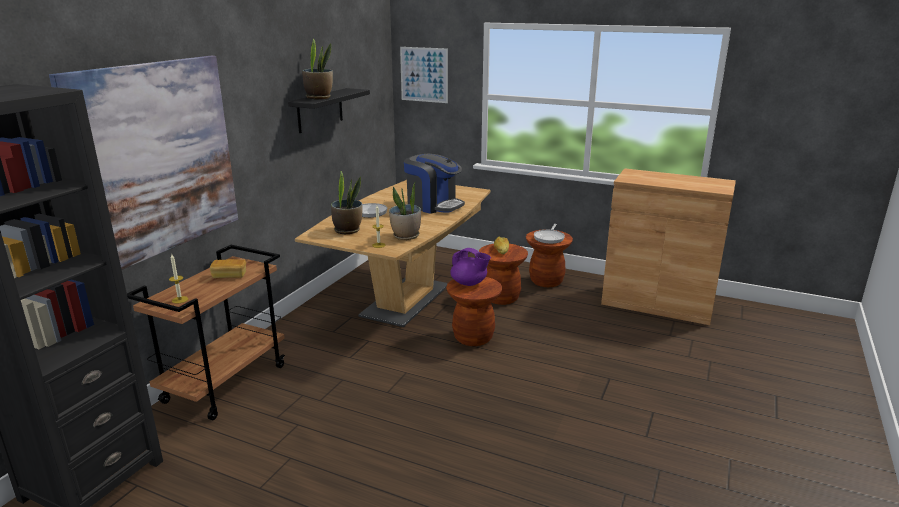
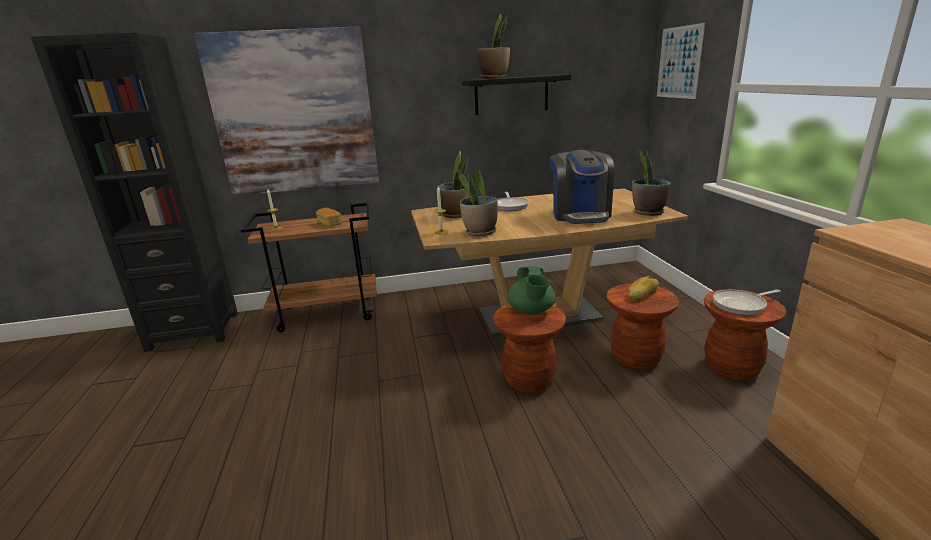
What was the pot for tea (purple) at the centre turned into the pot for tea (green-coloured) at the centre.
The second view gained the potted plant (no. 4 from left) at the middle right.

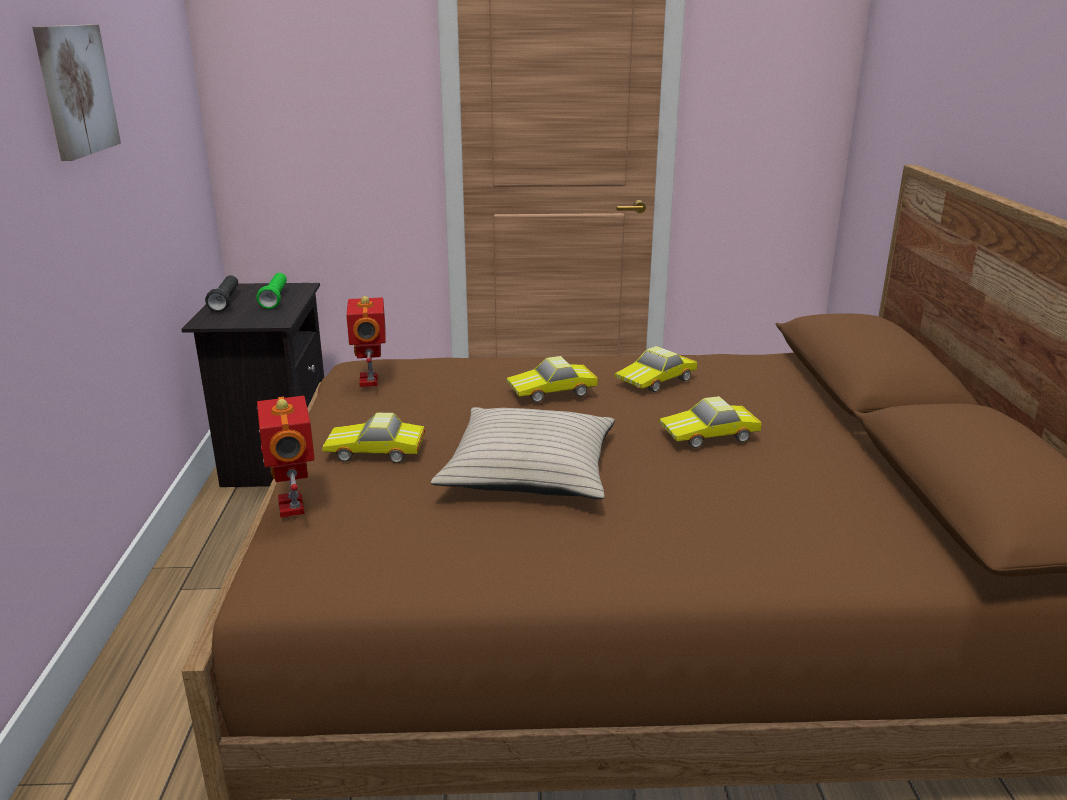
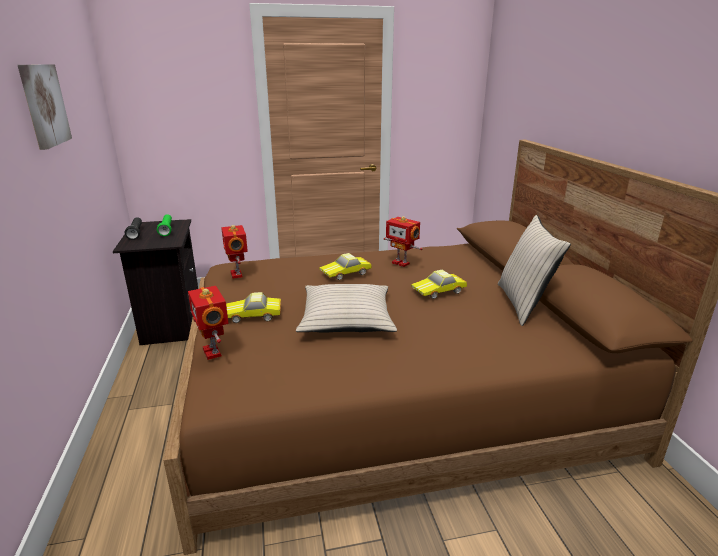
Where the miniature car (no. 3 from left) stood at the centre, the robot figure (no. 3 from left) came to stand at the centre.
The second view gained the pillow (sand-coloured) (no. 2 from left) at the middle right.

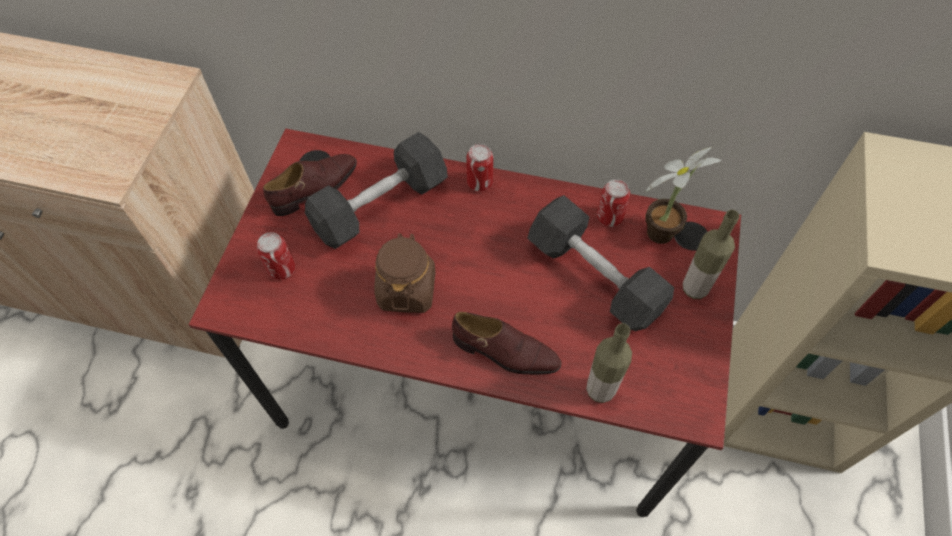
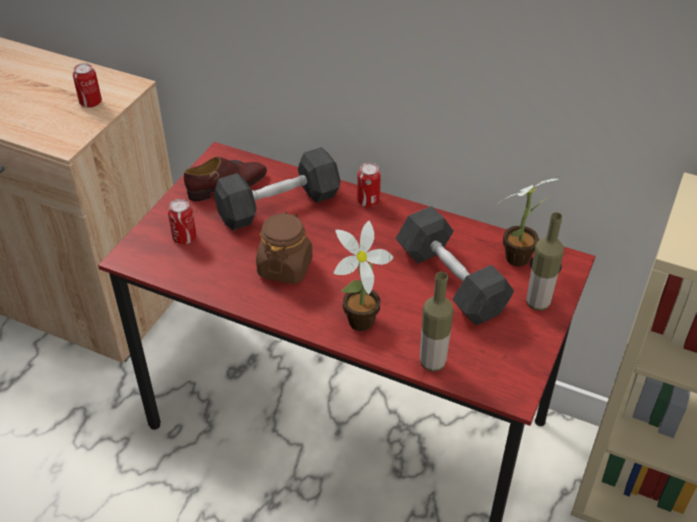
Where the item of footwear (brown) (no. 2 from left) stood at the centre, the potted plant (no. 1 from left) came to stand at the centre.
The metal can (no. 3 from left in the first image) ended up elsewhere, having gone from the centre to the top left.

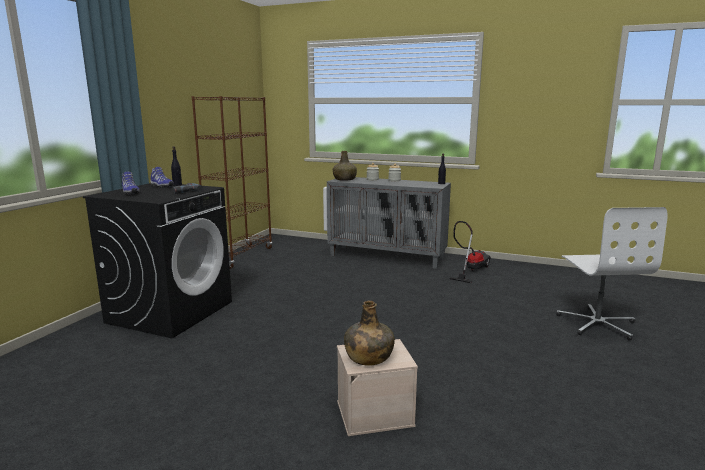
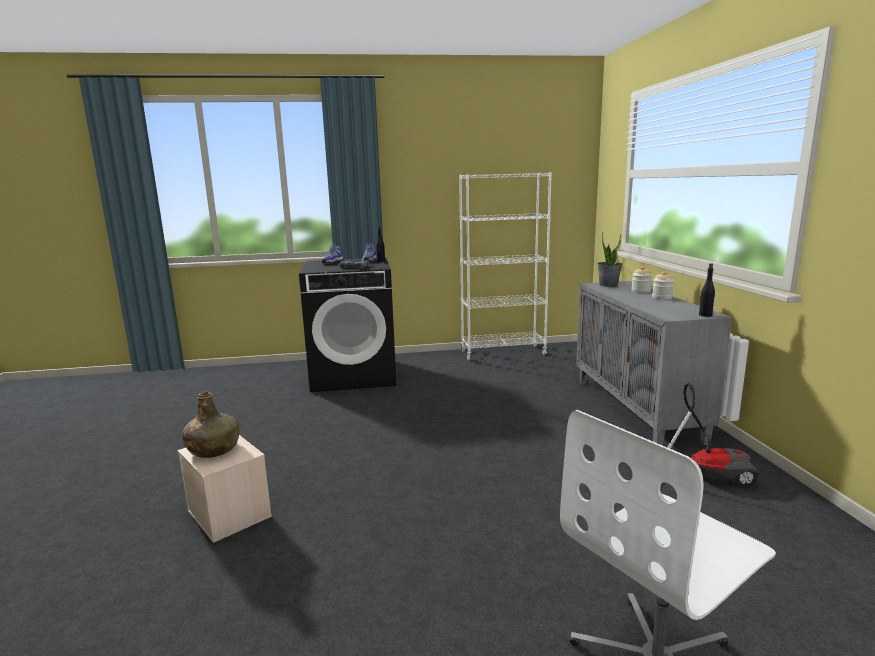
What was the bookshelf (brown) at the middle left turned into the bookshelf (white) at the centre.
Where the bottle (green-coloured) (no. 1 from left) stood at the centre, the potted plant came to stand at the middle right.

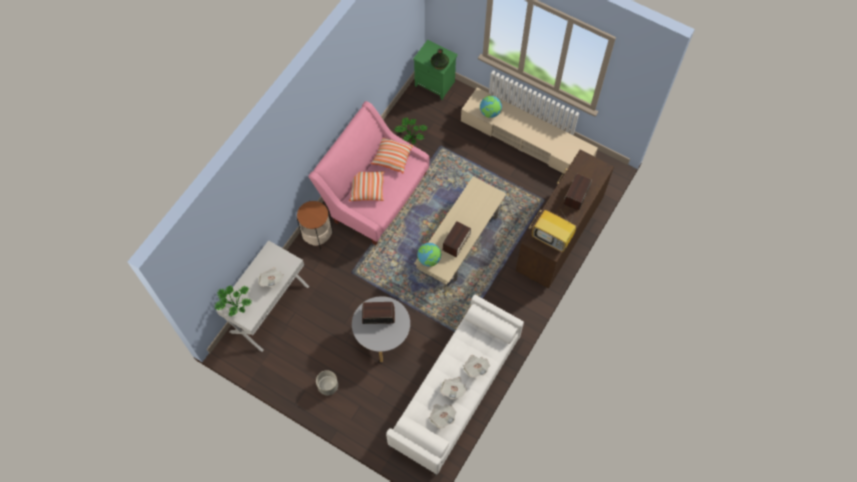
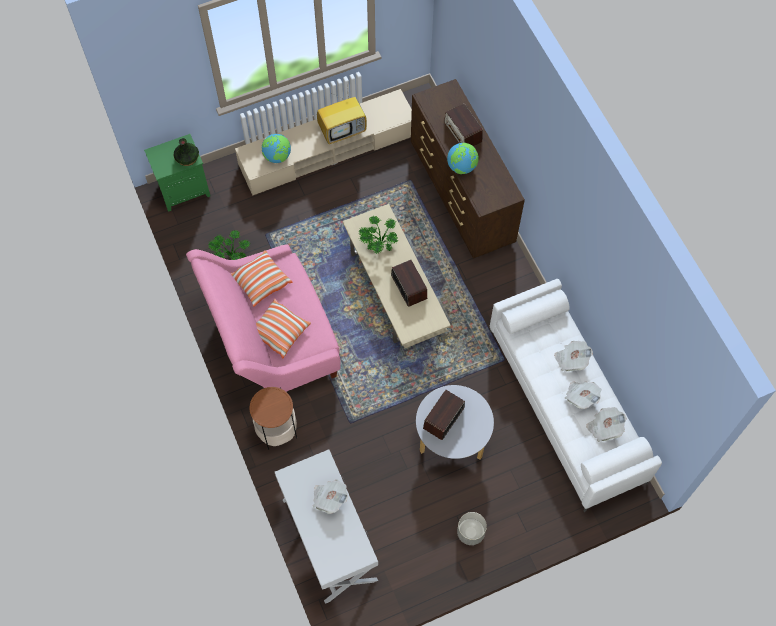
The potted plant (no. 1 from left in the first image) ended up elsewhere, having gone from the middle left to the centre.
The world globe (no. 1 from left in the first image) ended up elsewhere, having gone from the centre to the top centre.
The TV set ended up elsewhere, having gone from the centre to the top centre.

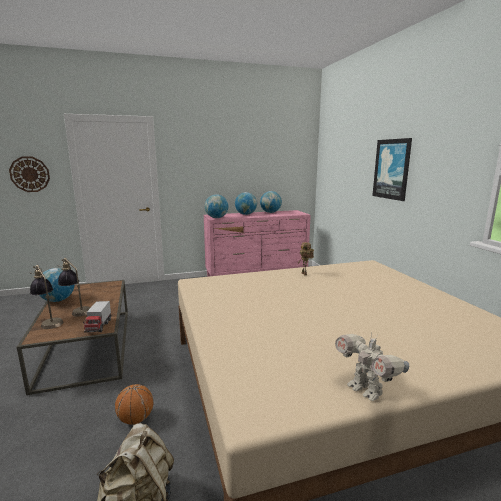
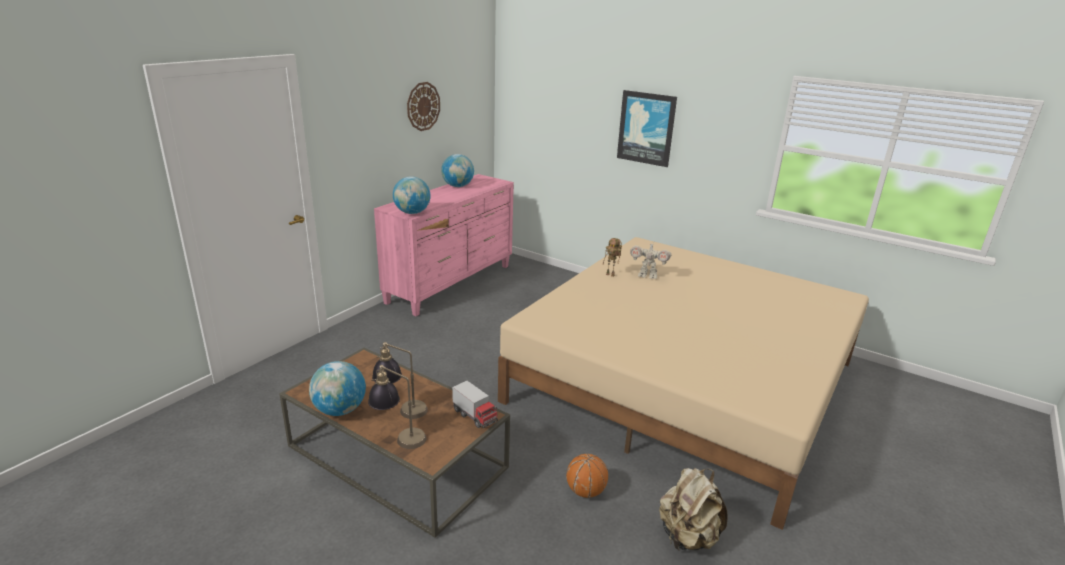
The hanging clock ended up elsewhere, having gone from the middle left to the top centre.
The second view lost the world globe (no. 3 from left) at the centre.
The robot figure (no. 2 from left) ended up elsewhere, having gone from the bottom right to the centre.

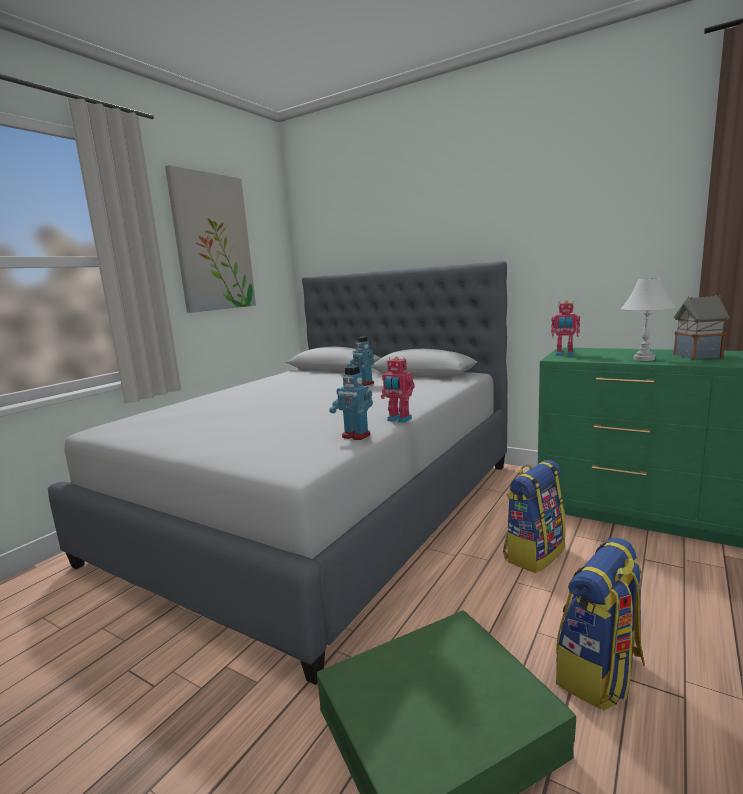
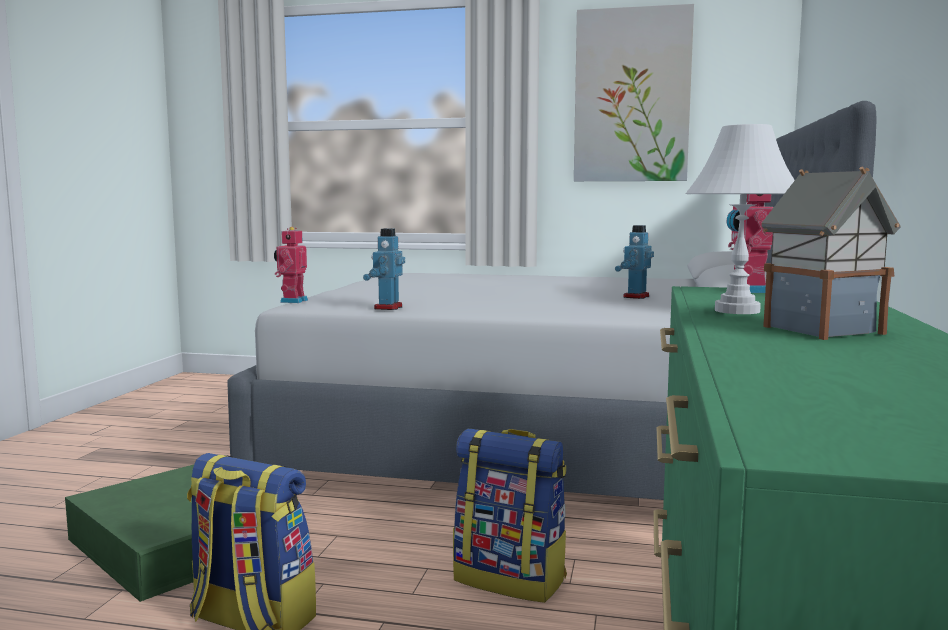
The robot figure (no. 3 from left in the first image) ended up elsewhere, having gone from the centre to the middle left.

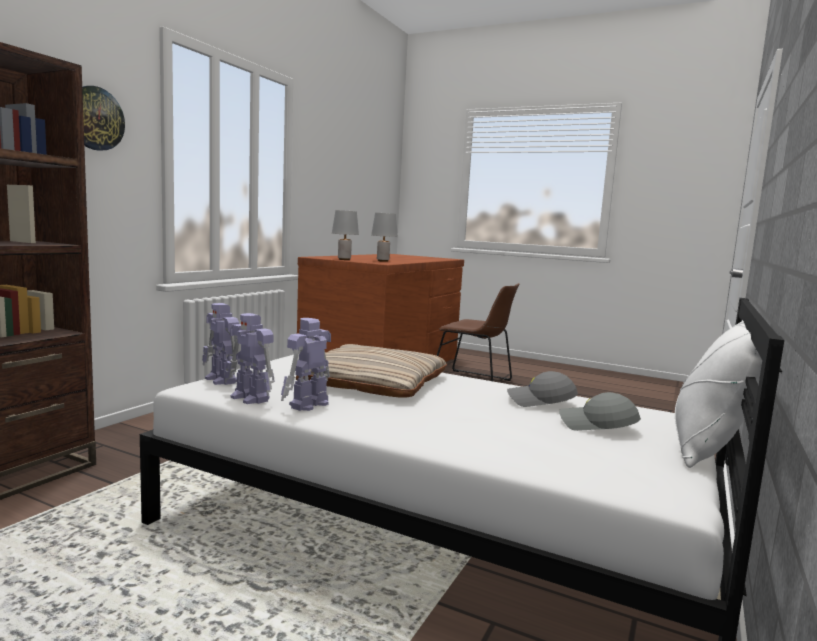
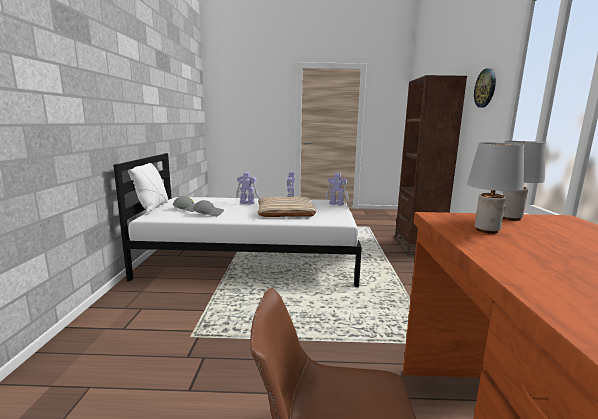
The robot figure (no. 2 from left in the first image) ended up elsewhere, having gone from the middle left to the centre.

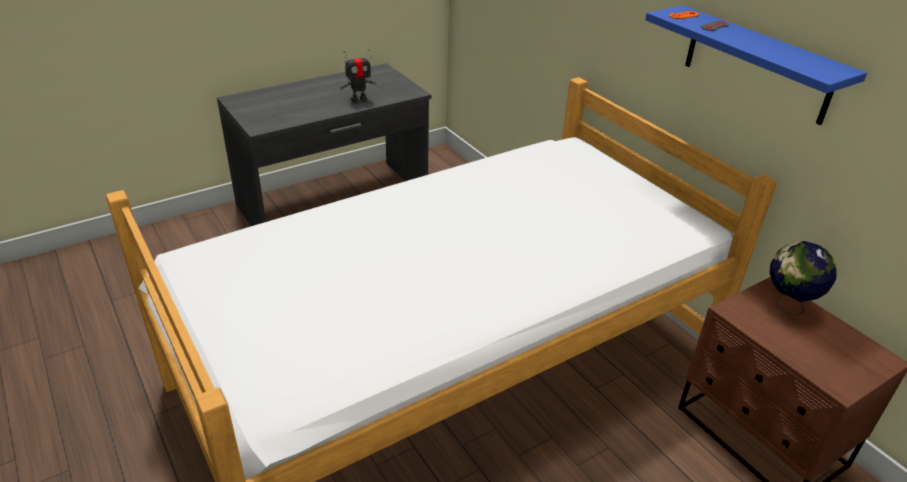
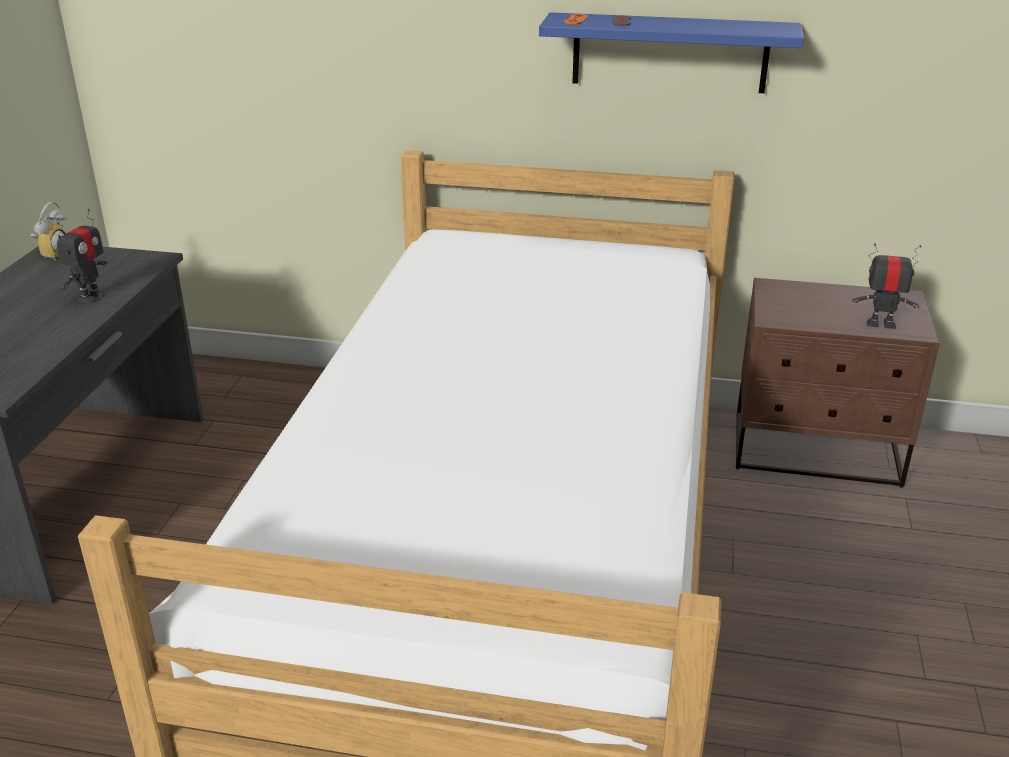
The second view lost the world globe at the middle right.
The second view gained the table clock at the top left.
The second view gained the robot figure (no. 2 from left) at the middle right.

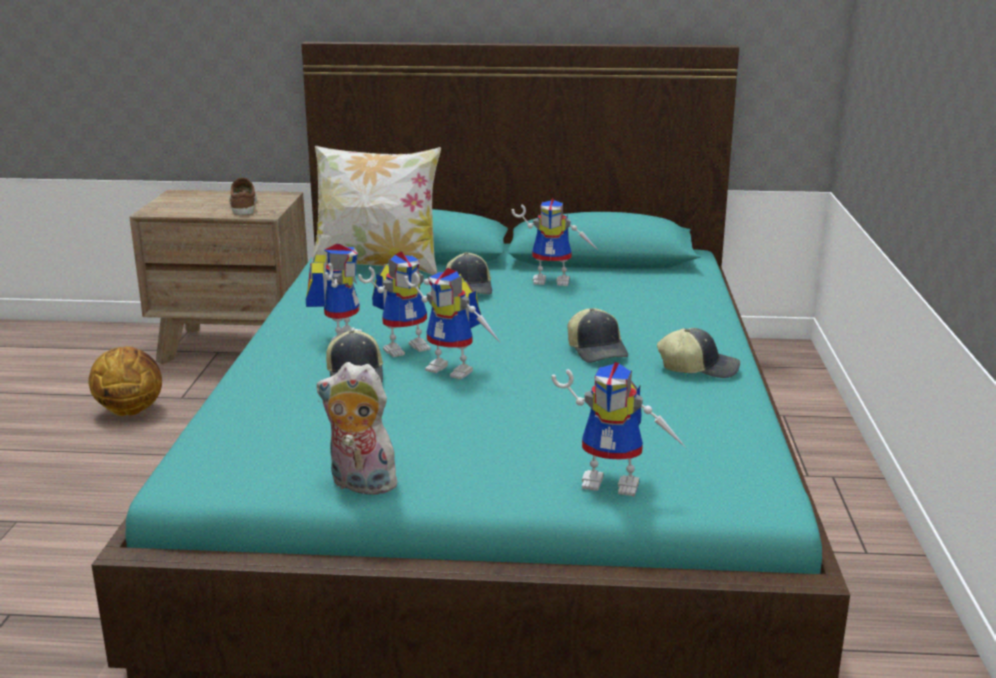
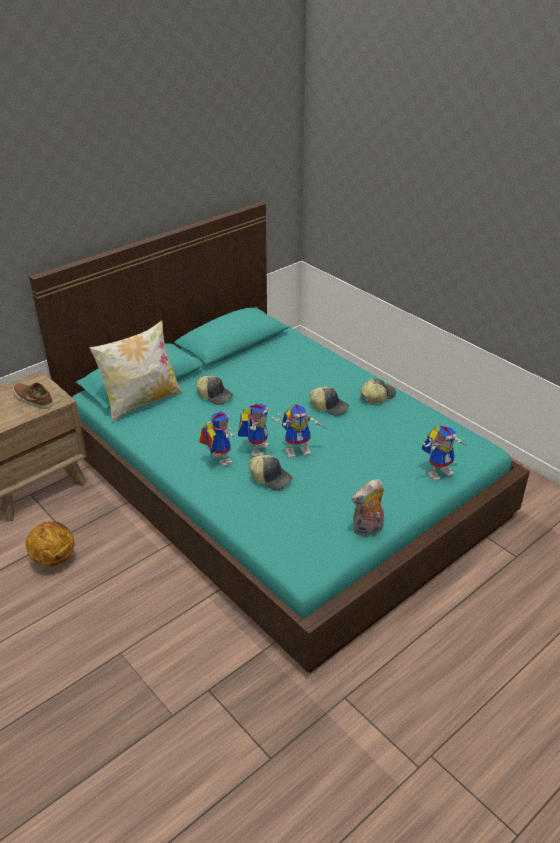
The second view lost the robot figure (no. 4 from left) at the centre.

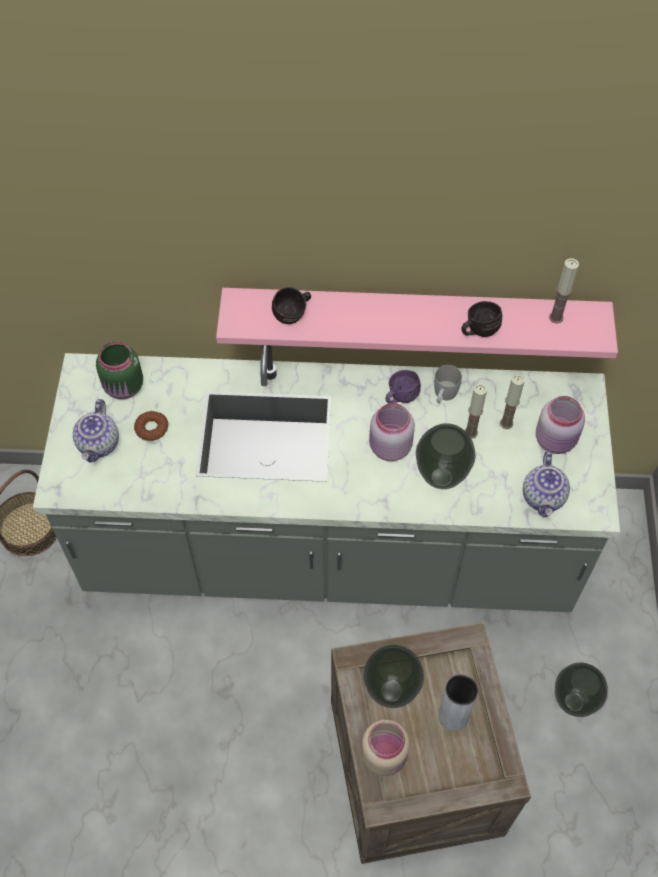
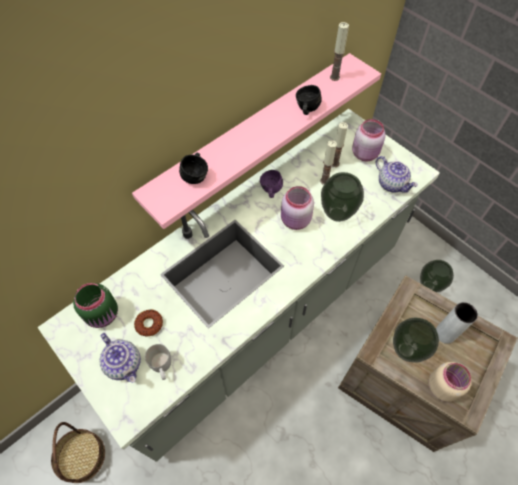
The mug (white) ended up elsewhere, having gone from the middle right to the bottom left.

